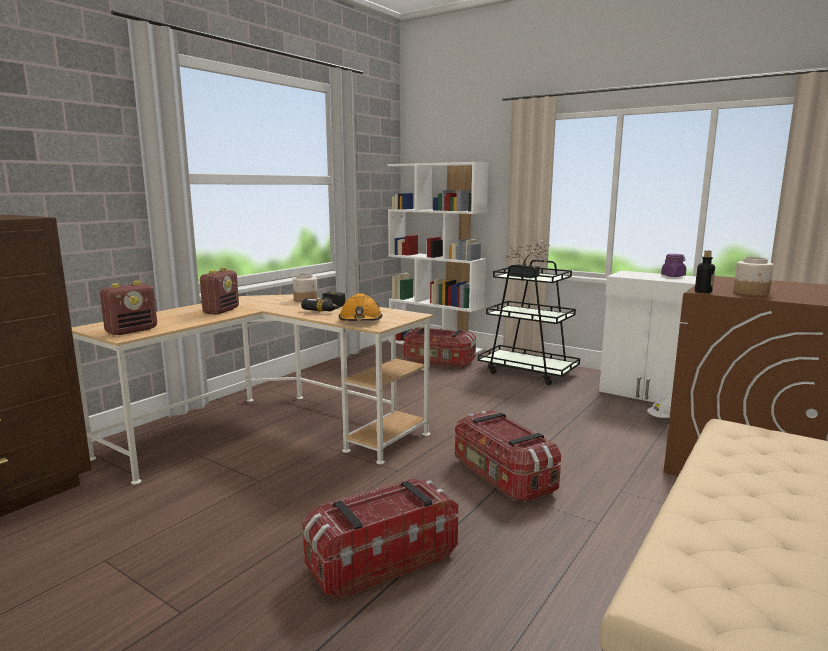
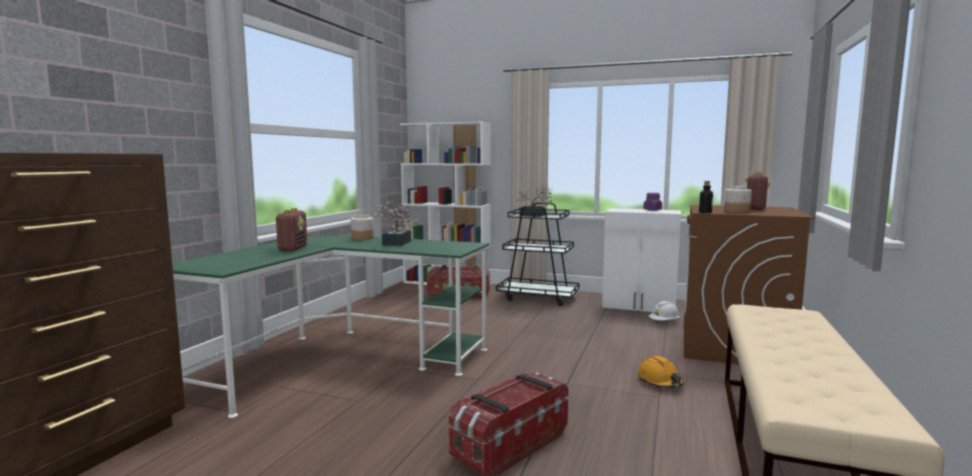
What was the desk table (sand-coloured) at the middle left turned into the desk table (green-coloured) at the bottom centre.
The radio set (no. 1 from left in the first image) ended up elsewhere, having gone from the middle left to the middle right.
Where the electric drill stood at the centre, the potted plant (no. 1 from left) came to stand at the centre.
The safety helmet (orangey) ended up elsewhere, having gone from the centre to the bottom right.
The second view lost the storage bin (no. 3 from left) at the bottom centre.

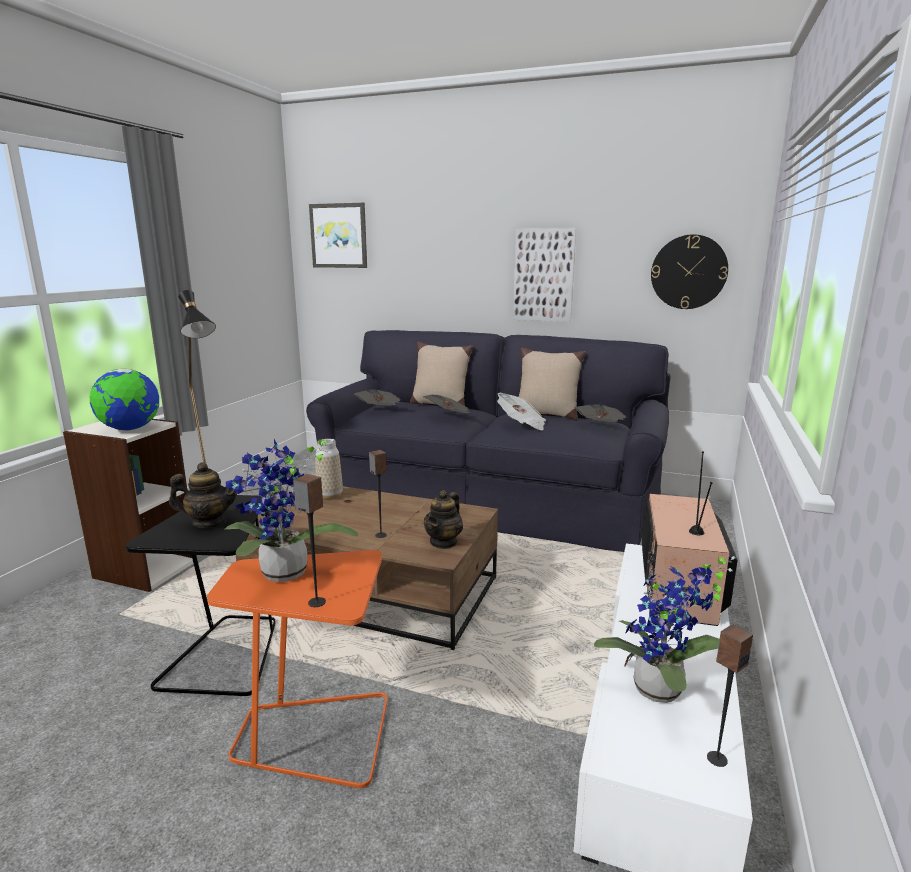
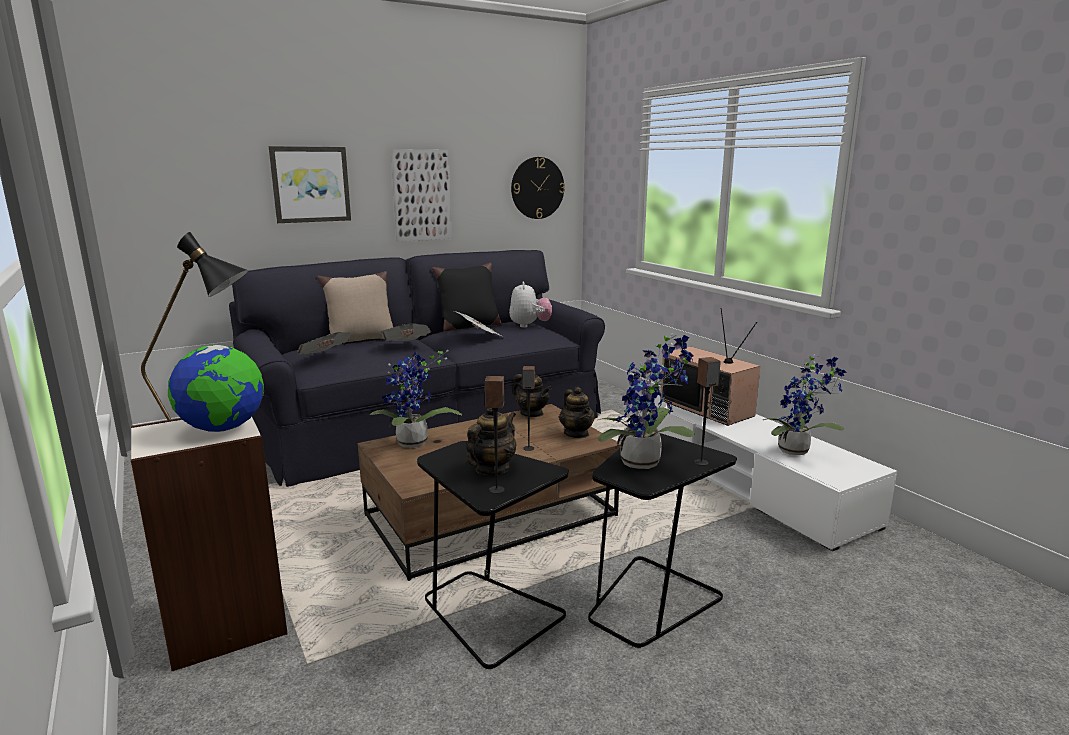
What was the end table (orangey) at the bottom left turned into the end table (black-coloured) (no. 2 from left) at the bottom centre.
The wall picture (no. 1 from left) ended up elsewhere, having gone from the top centre to the top left.
Where the vase stood at the centre, the potted plant (no. 1 from left) came to stand at the centre.
What was the pillow (sand-coloured) (no. 2 from left) at the centre turned into the pillow (black-coloured) at the centre.
Where the printed paper (no. 4 from left) stood at the centre, the soft toy came to stand at the centre.
The speaker (no. 3 from left in the first image) ended up elsewhere, having gone from the bottom right to the centre.
The second view gained the pot for tea (no. 2 from left) at the centre.

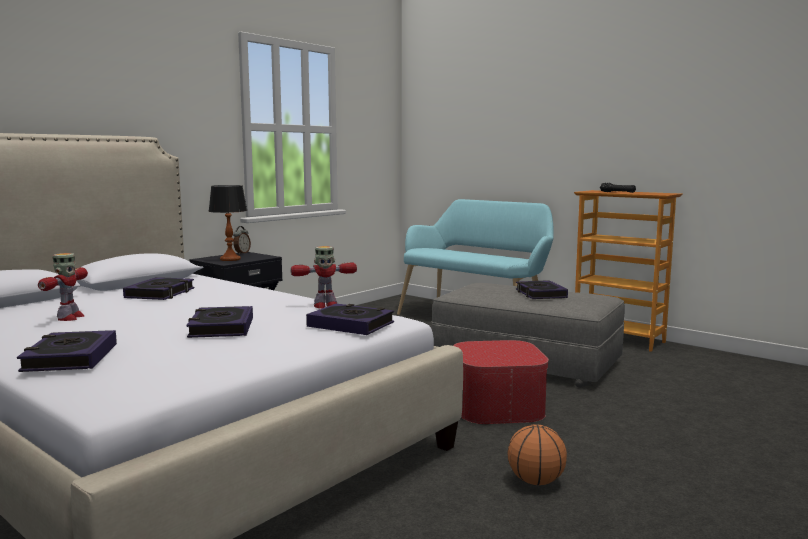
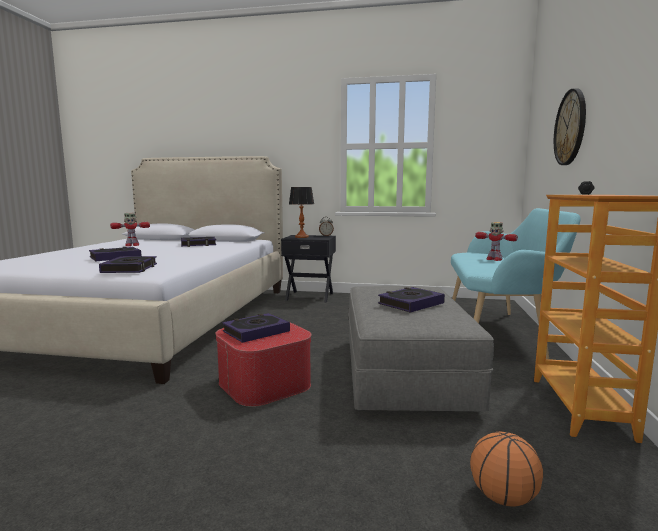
The volume (no. 1 from left in the first image) ended up elsewhere, having gone from the middle left to the centre.
The robot figure (no. 2 from left) ended up elsewhere, having gone from the centre to the middle right.
The ball for basketball ended up elsewhere, having gone from the bottom centre to the bottom right.
The second view gained the hanging clock at the top right.

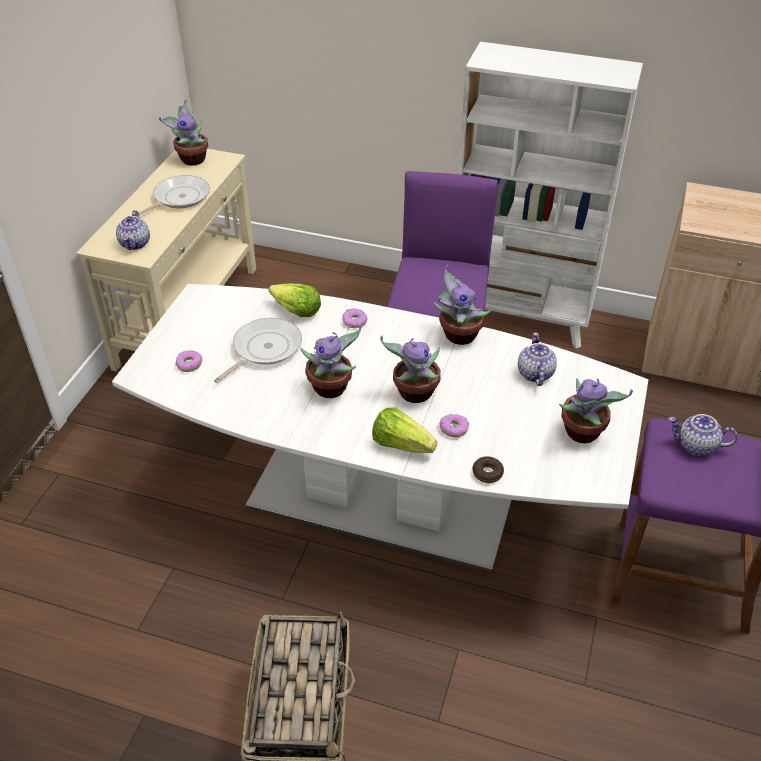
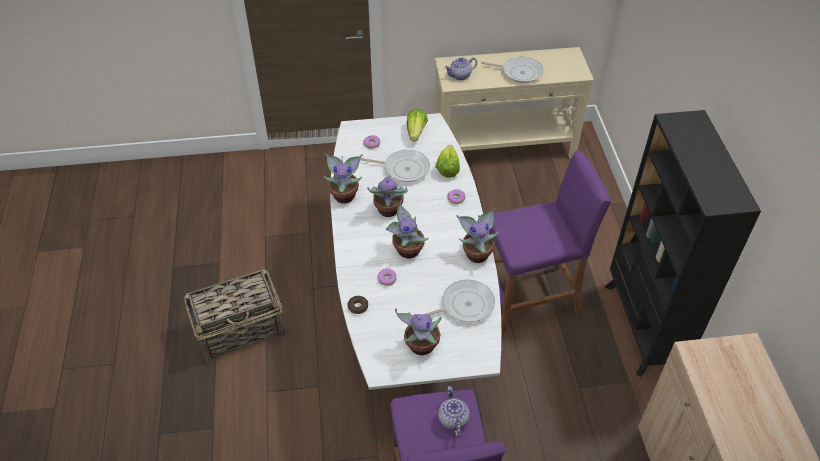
The potted plant (no. 1 from left) ended up elsewhere, having gone from the top left to the centre.
The lettuce (no. 2 from left in the first image) ended up elsewhere, having gone from the centre to the top centre.
What was the bookshelf (white) at the top right turned into the bookshelf (black-coloured) at the middle right.
Where the pot for tea (no. 2 from left) stood at the middle right, the frying pan (no. 2 from left) came to stand at the centre.

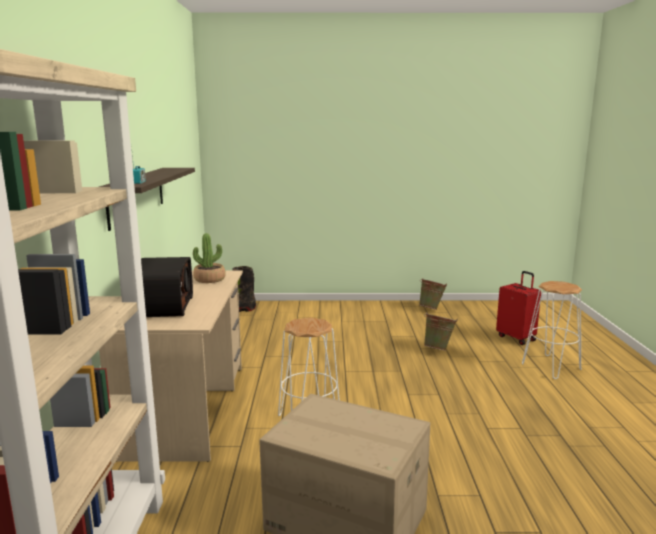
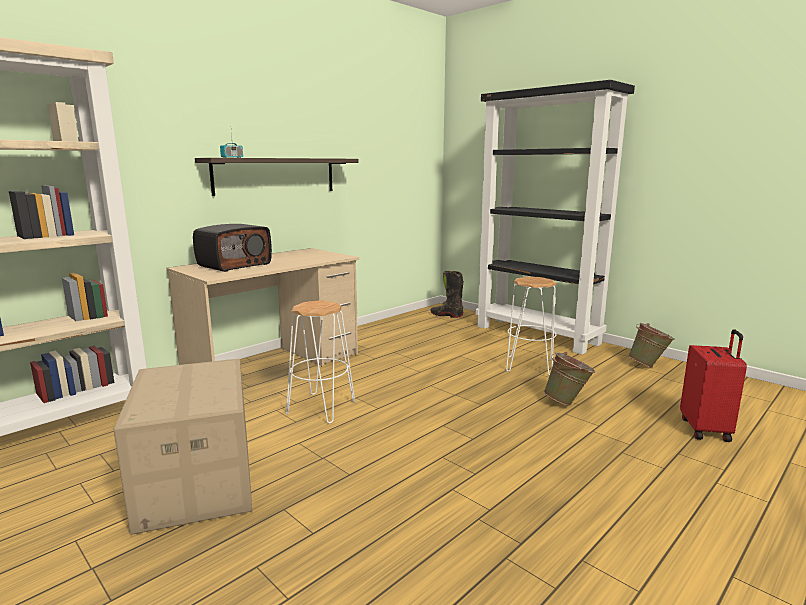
The second view lost the potted plant at the middle left.
The sitting stool (white) (no. 2 from left) ended up elsewhere, having gone from the middle right to the centre.
The second view gained the bookshelf (black-coloured) at the middle right.

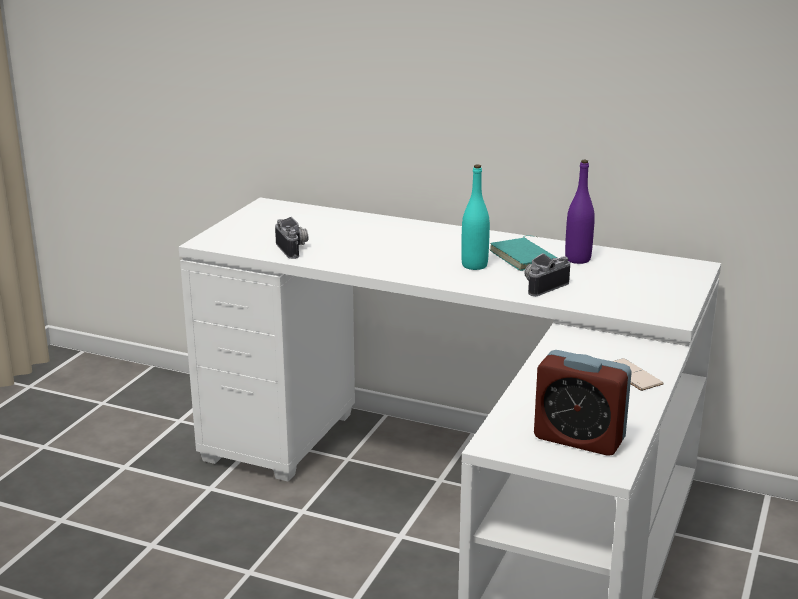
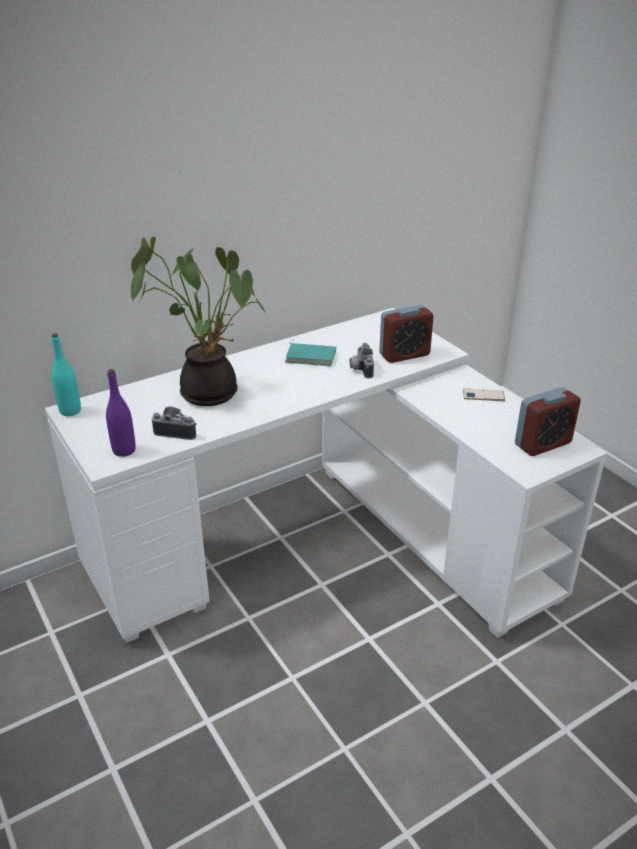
The bottle (turquoise) ended up elsewhere, having gone from the centre to the middle left.
The bottle (purple) ended up elsewhere, having gone from the middle right to the middle left.
The second view gained the potted plant at the middle left.
The second view gained the table clock (no. 1 from left) at the centre.

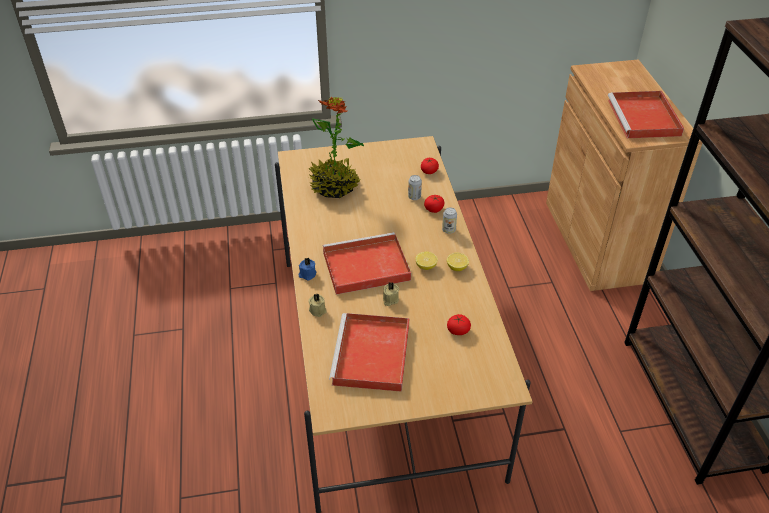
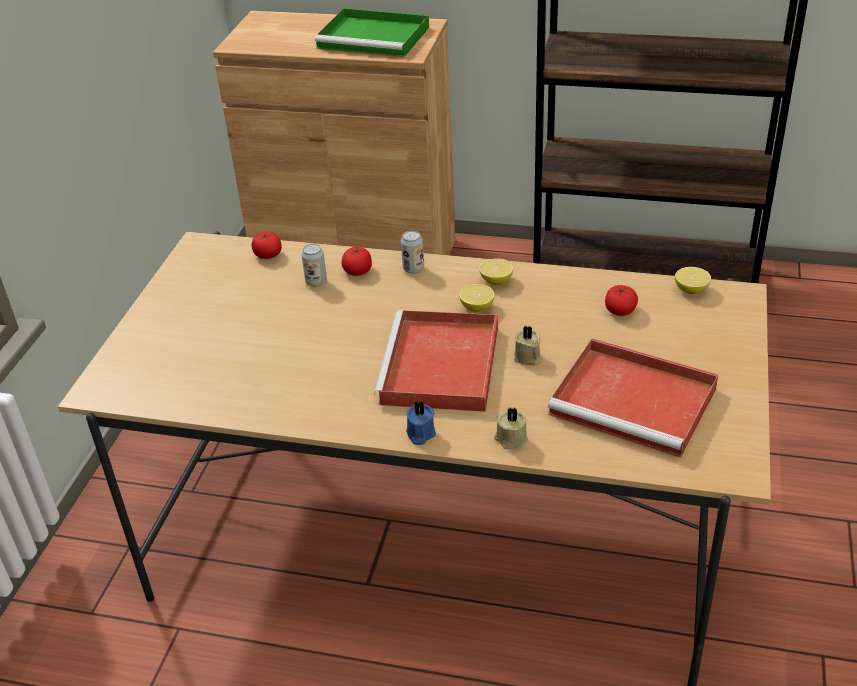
The second view lost the potted plant at the top centre.
What was the carrying tray (red-coloured) (no. 3 from left) at the top right turned into the carrying tray (green-coloured) at the top centre.
The second view gained the whole lemon (no. 3 from left) at the middle right.

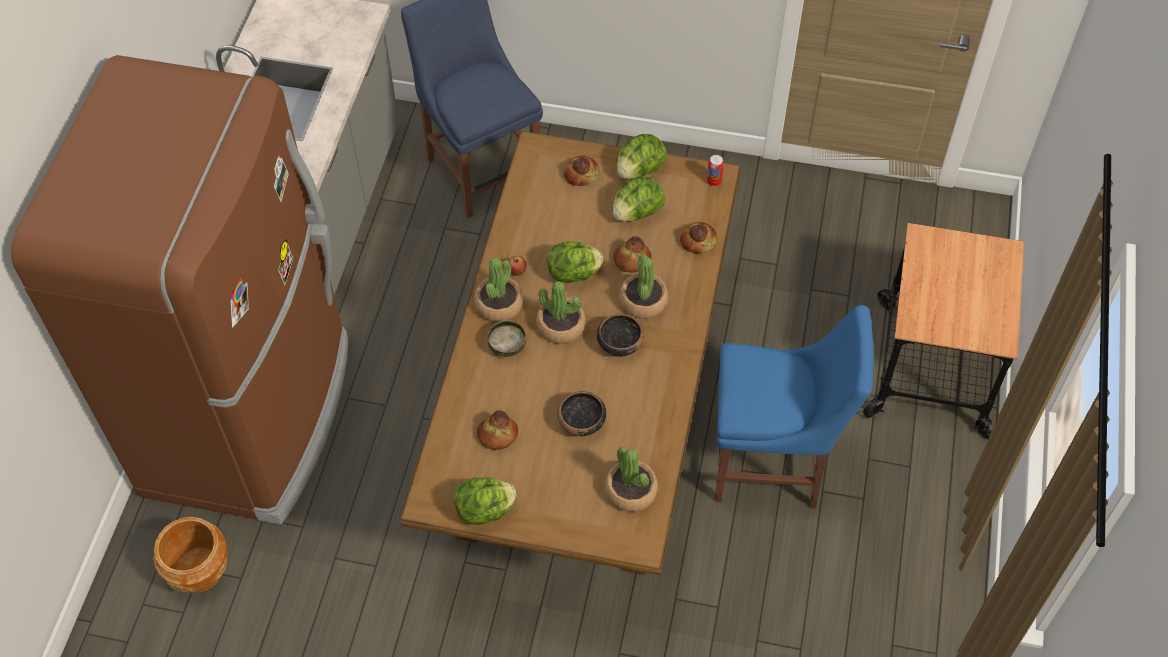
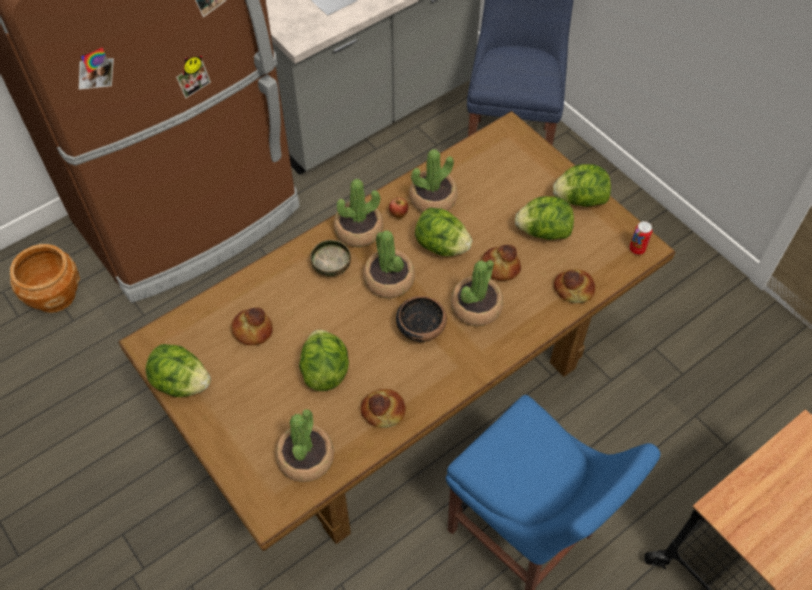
Where the serving bowl (no. 2 from left) stood at the centre, the lettuce (no. 2 from left) came to stand at the centre.
The bread (no. 2 from left) ended up elsewhere, having gone from the top centre to the bottom centre.
The second view gained the potted plant (no. 4 from left) at the top centre.

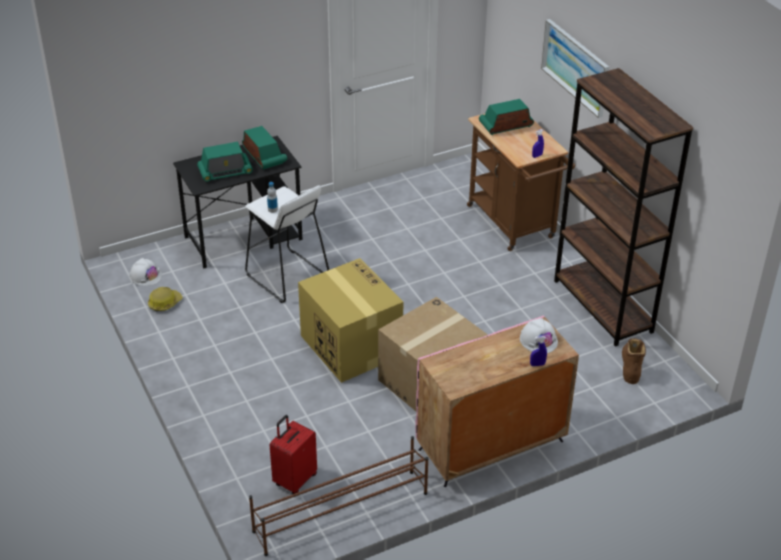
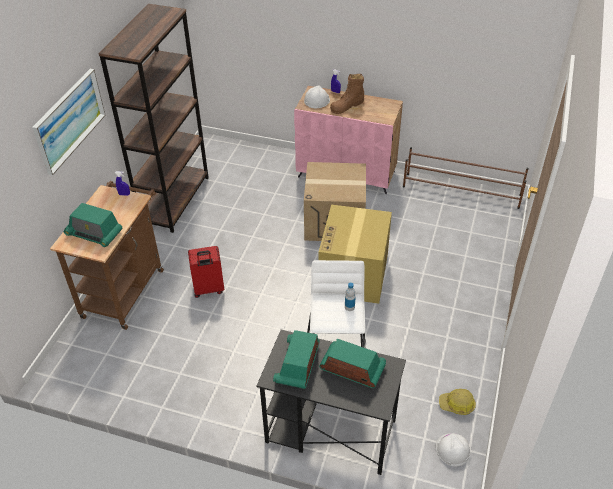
The piece of luggage (red-coloured) ended up elsewhere, having gone from the bottom centre to the centre.
The boot (brown) ended up elsewhere, having gone from the middle right to the top centre.

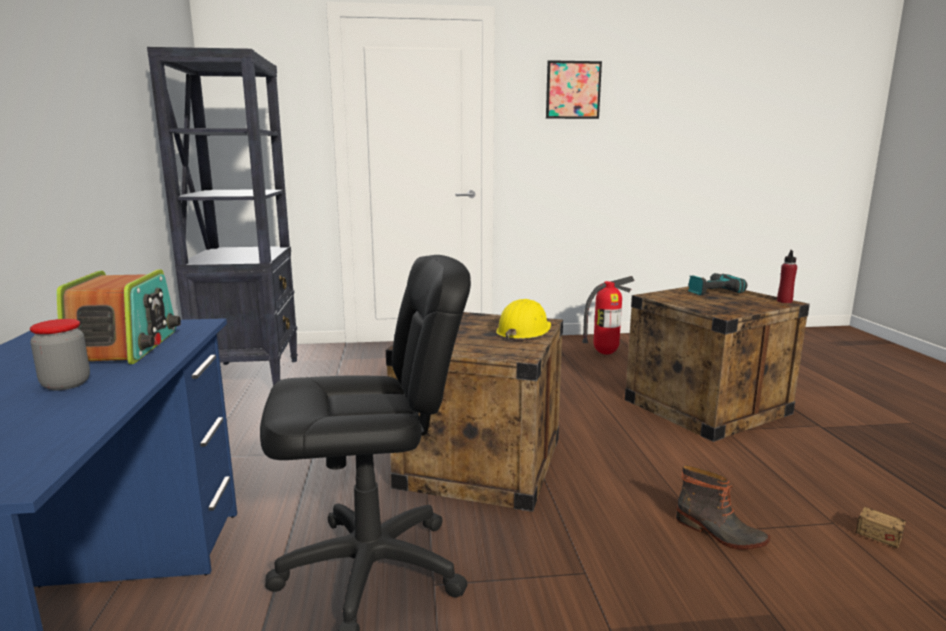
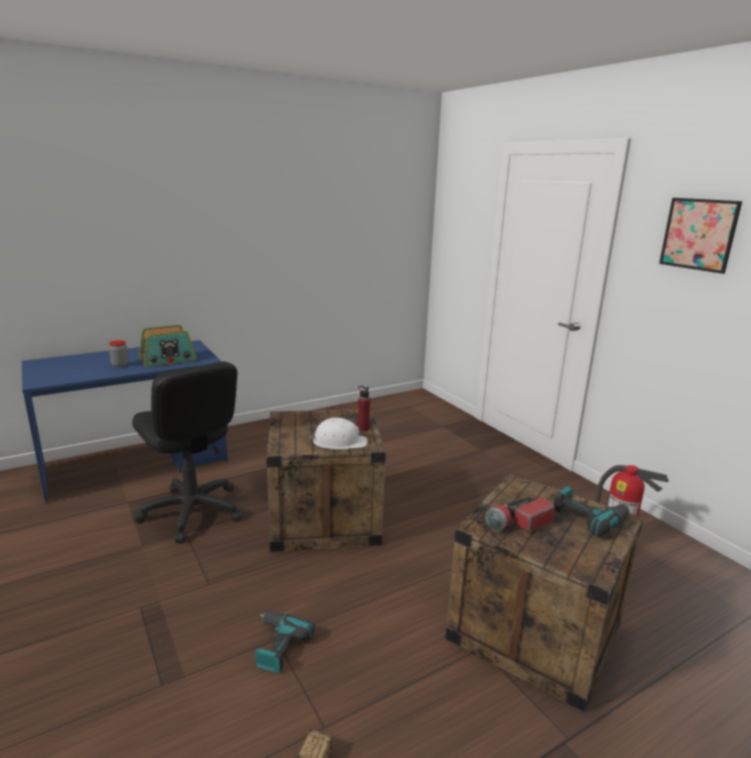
The second view lost the bookshelf (black-coloured) at the middle left.
What was the safety helmet (yellow) at the centre turned into the safety helmet (white) at the centre.
Where the boot stood at the bottom right, the electric drill (no. 1 from left) came to stand at the bottom centre.
The bottle (red-coloured) ended up elsewhere, having gone from the middle right to the centre.
The second view gained the hand torch at the bottom right.

